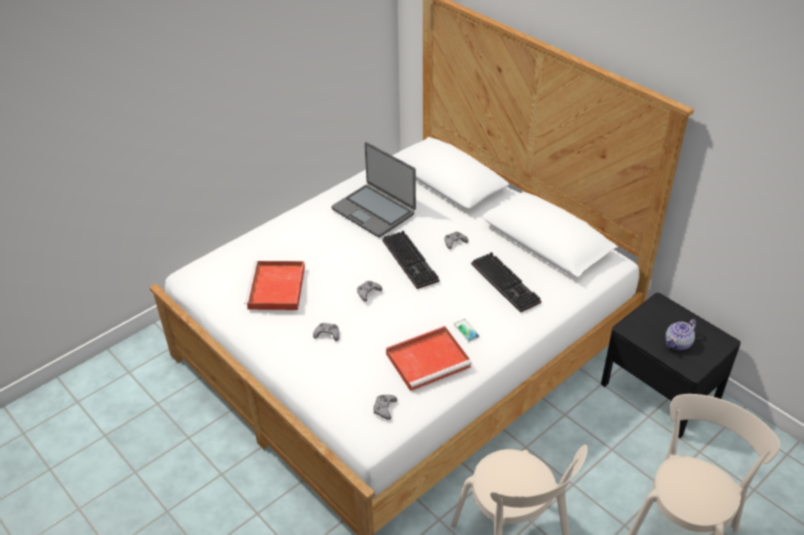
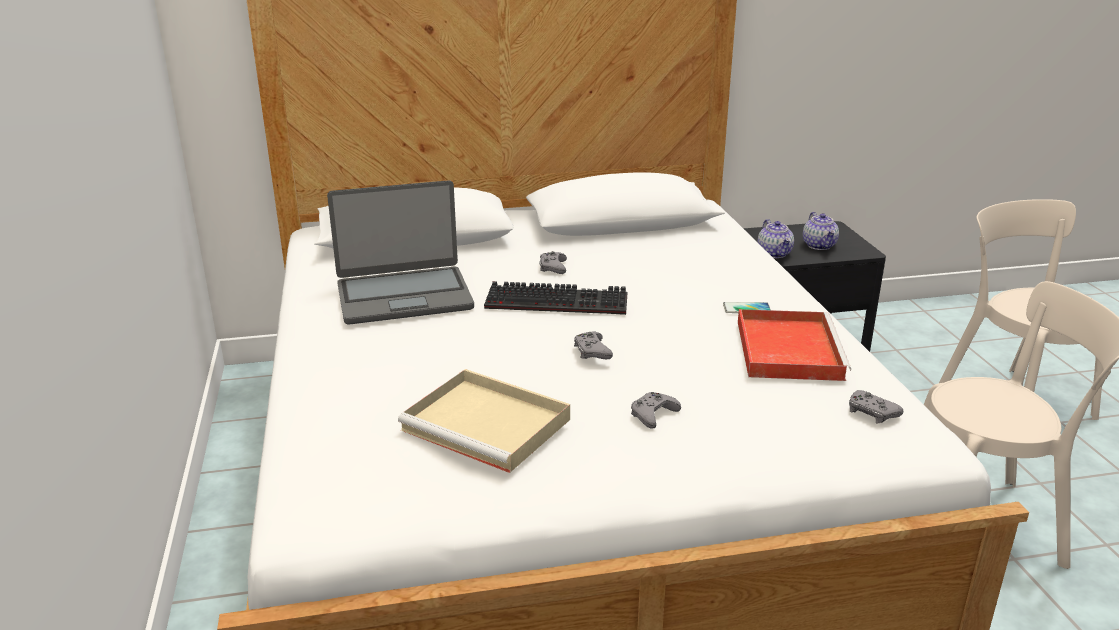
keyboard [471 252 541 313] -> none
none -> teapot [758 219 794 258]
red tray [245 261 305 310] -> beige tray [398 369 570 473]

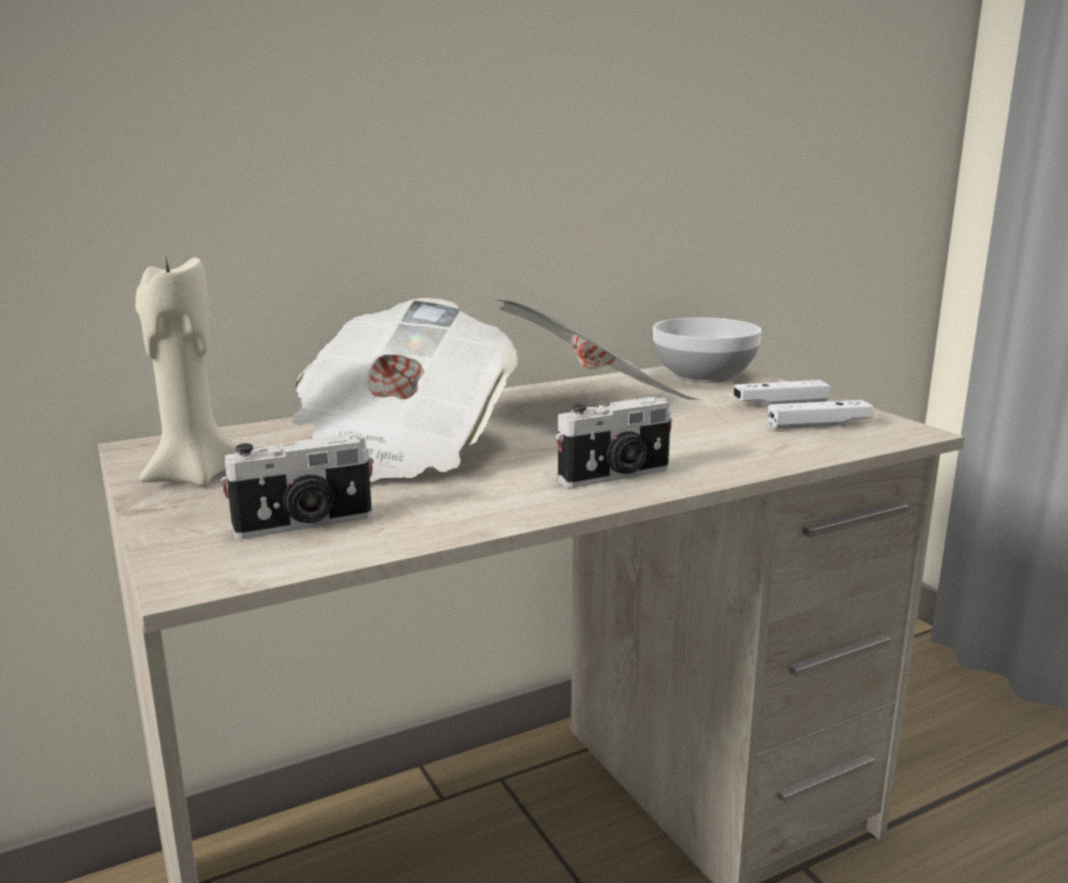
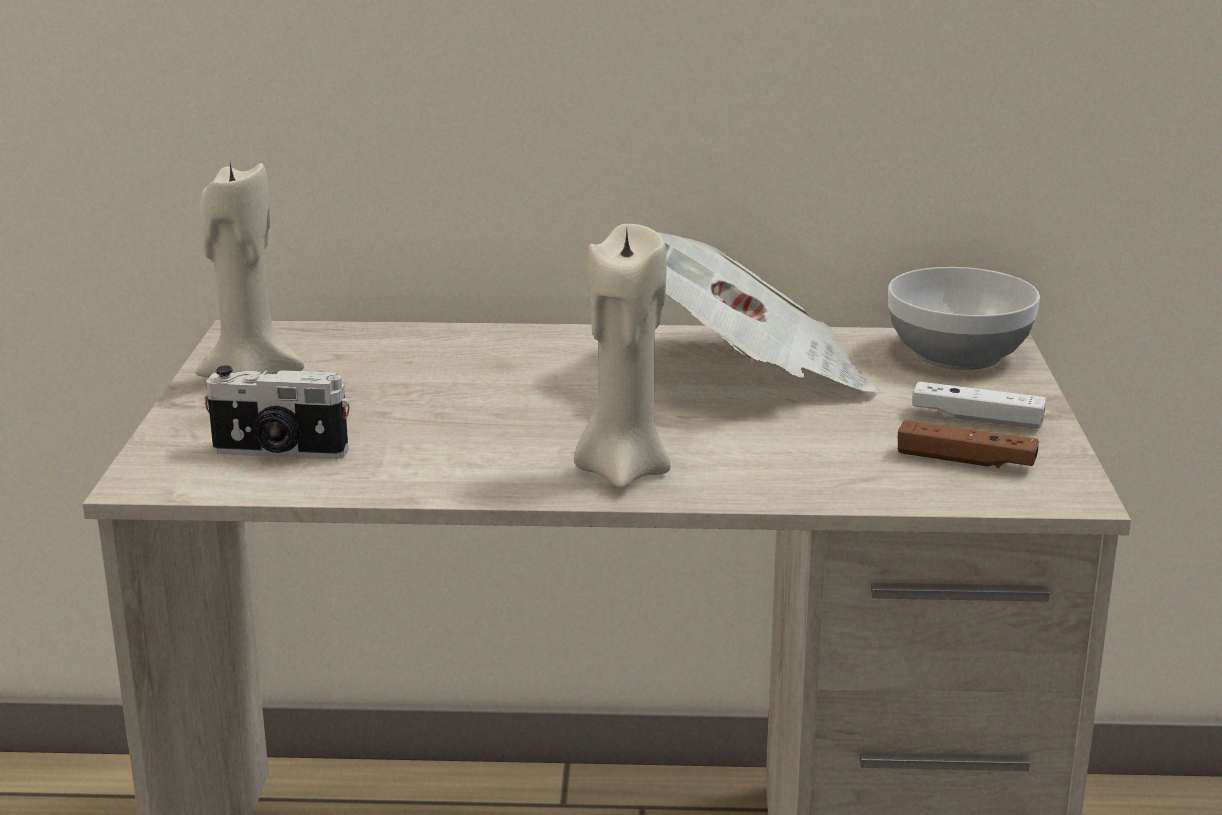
newspaper [291 298 518 482] -> none
photo camera [556 396 672 488] -> beige candle [574 224 671 488]
white game controller [768 400 873 429] -> brown game controller [898 420 1039 468]

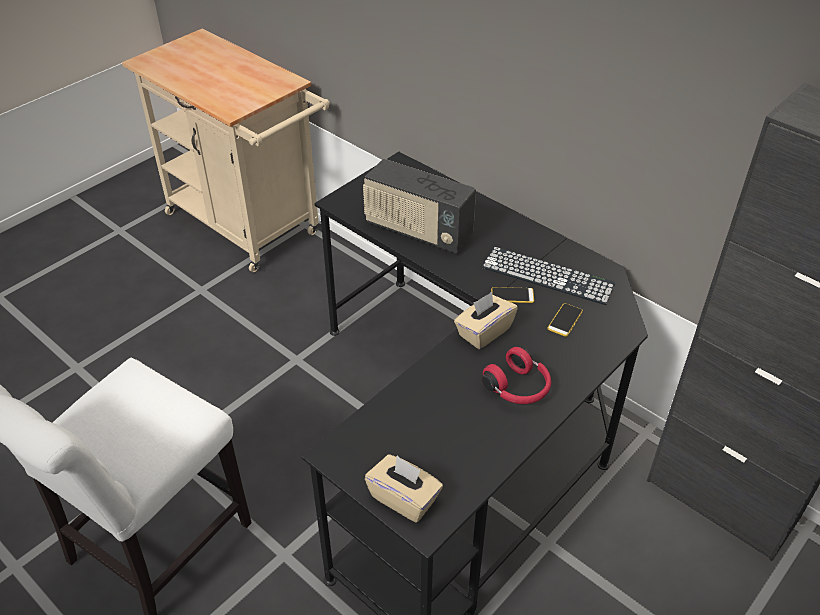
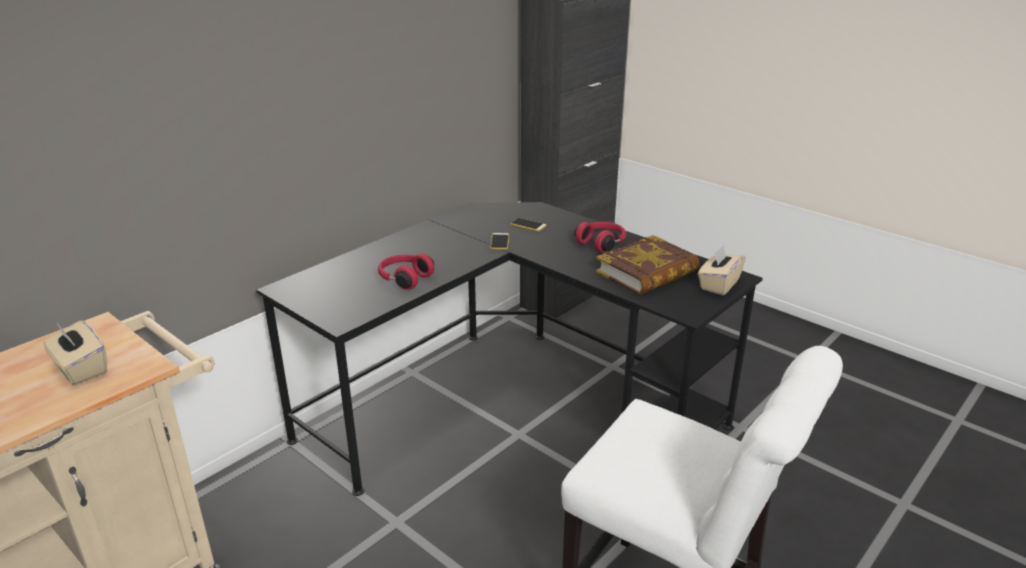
keyboard [481 247 616 305] -> none
none -> book [596 235 700 295]
beige tissue box [454 292 518 349] -> beige tissue box [43 320 107 385], moved
radio [363 159 476 253] -> red headphones [378 254 434 290]

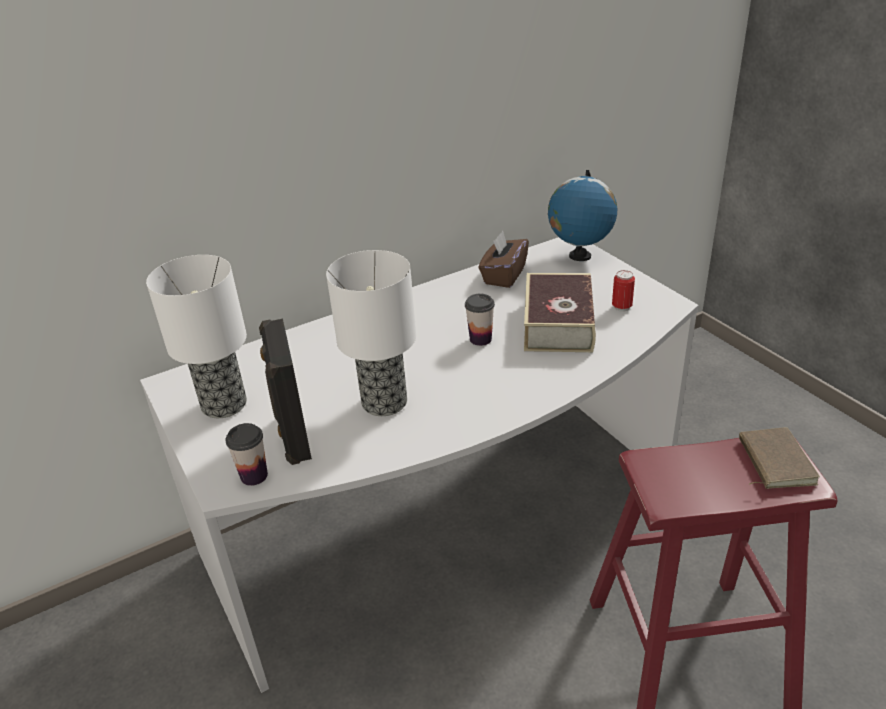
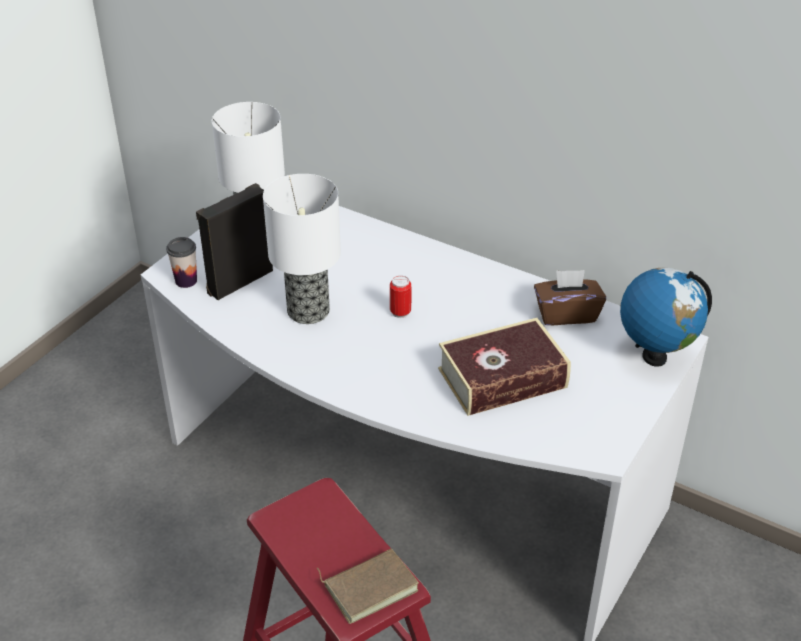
cup [465 294 495 346] -> none
can [612 270 635 312] -> can [390 276 411 318], moved

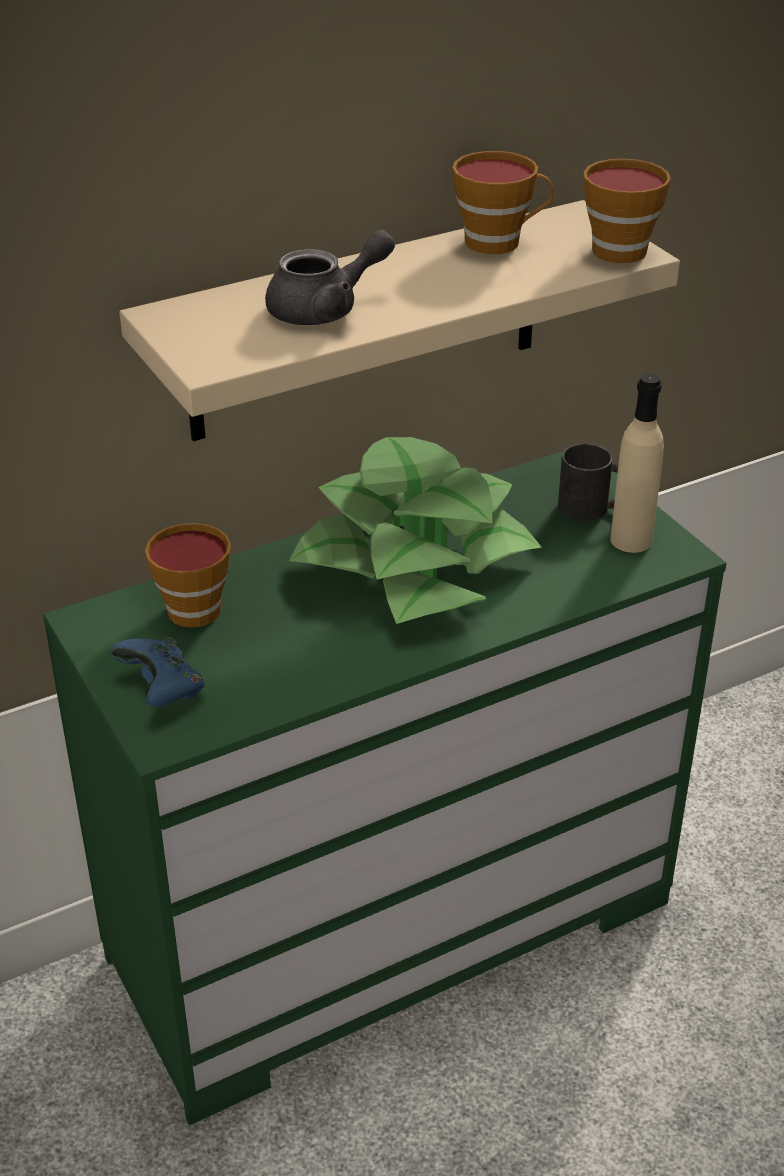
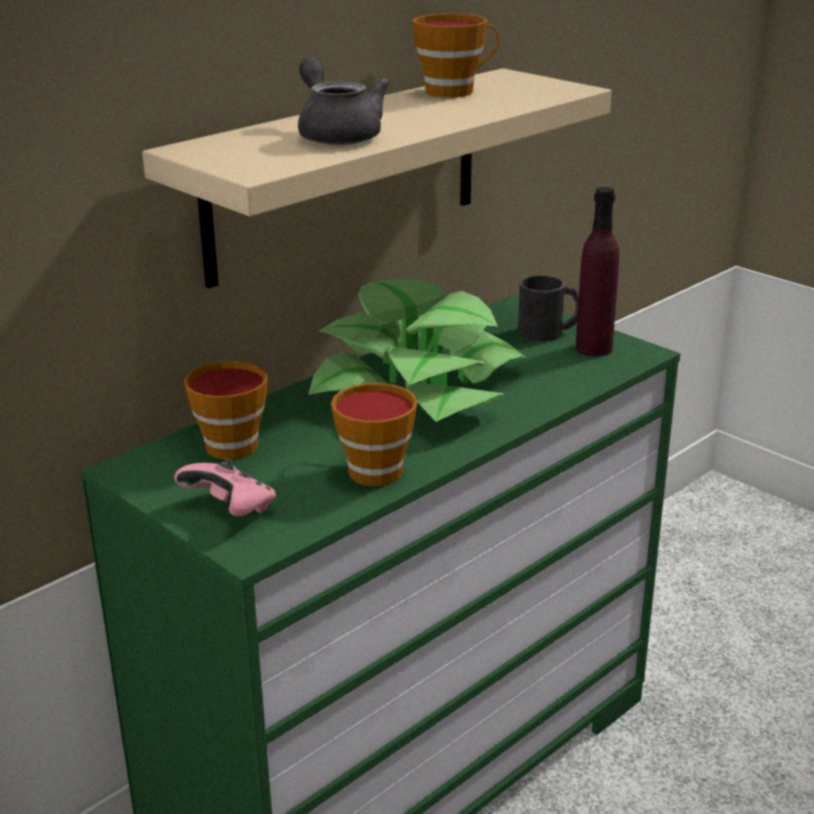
cup [583 158 671 263] -> cup [331 383 417 486], moved
blue game controller [110 637 205 707] -> pink game controller [174 459 276 516]
beige bottle [610 373 664 553] -> purple bottle [575 187 619 356]
grey teapot [265 230 395 325] -> grey teapot [298 57 390 145], 75 degrees counterclockwise

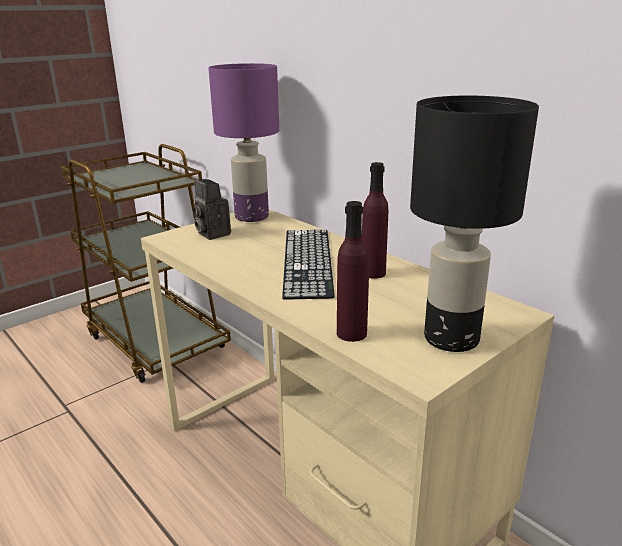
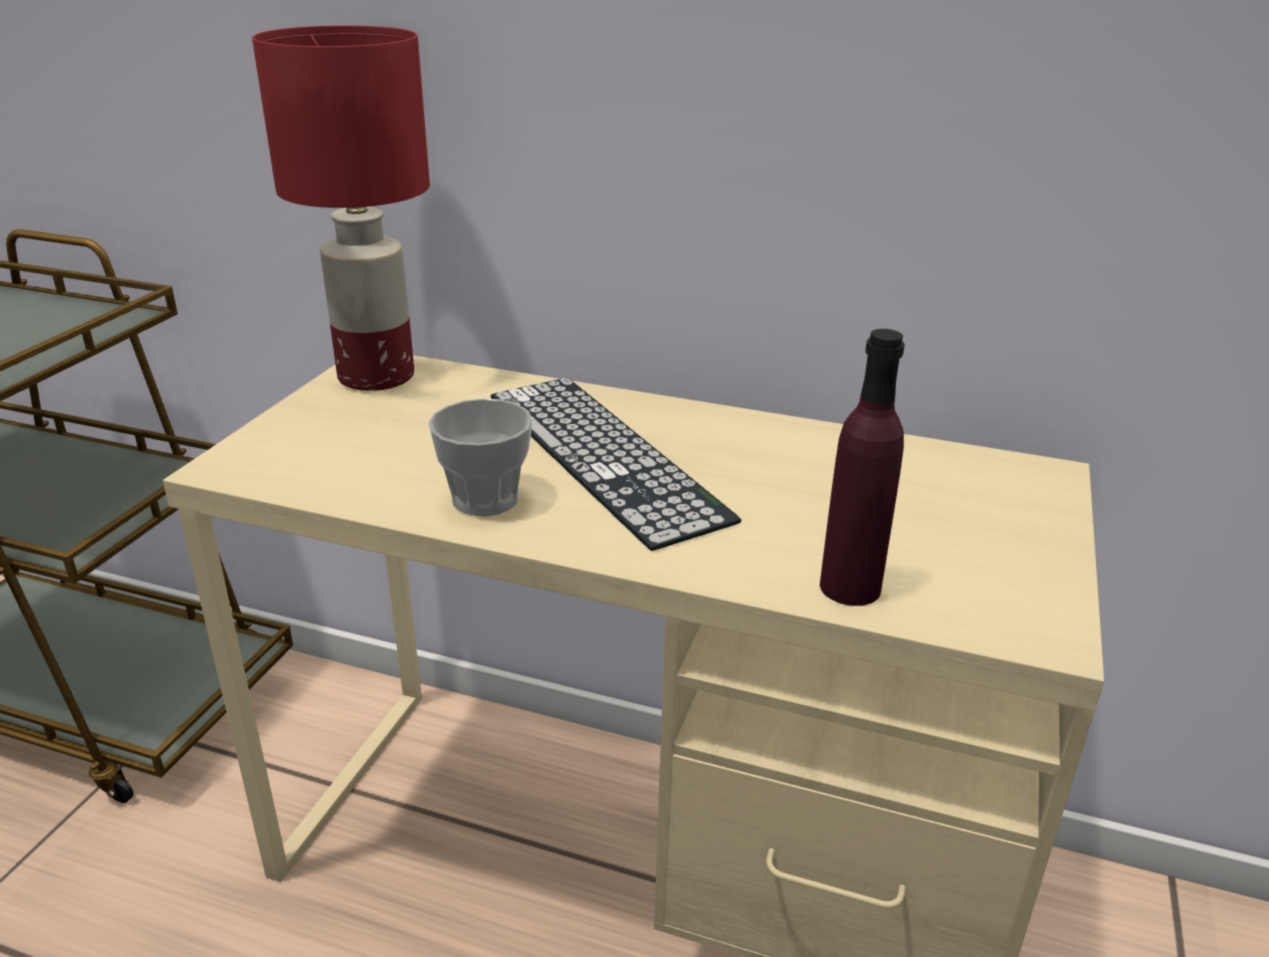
photo camera [193 179 231 240] -> none
purple bottle [362 162 388 279] -> none
black table lamp [410 96 539 352] -> none
none -> cup [428 398 533 516]
purple table lamp [208 63 279 222] -> red table lamp [252 25 430 391]

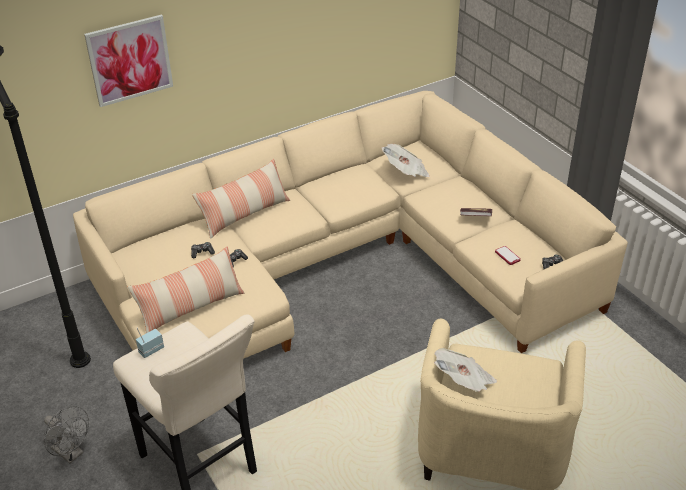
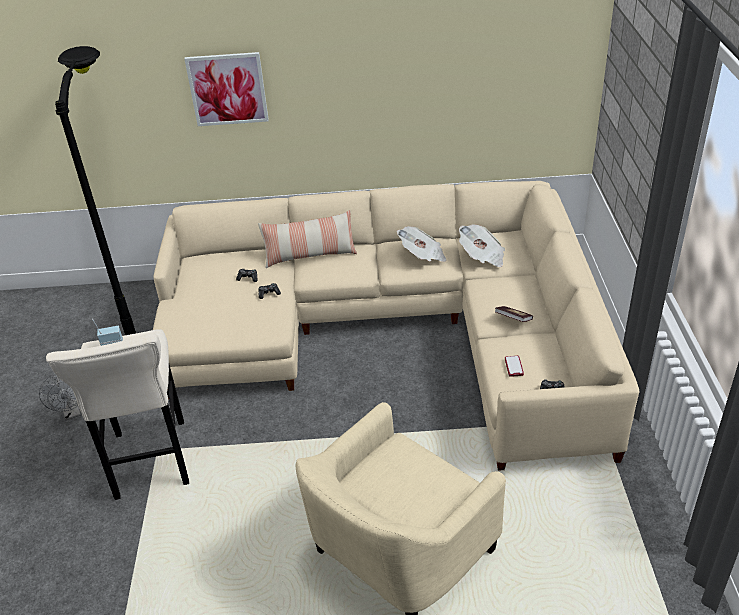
pillow [128 246 244 333] -> none
newspaper [434 348 497 392] -> newspaper [397 226 447 262], moved

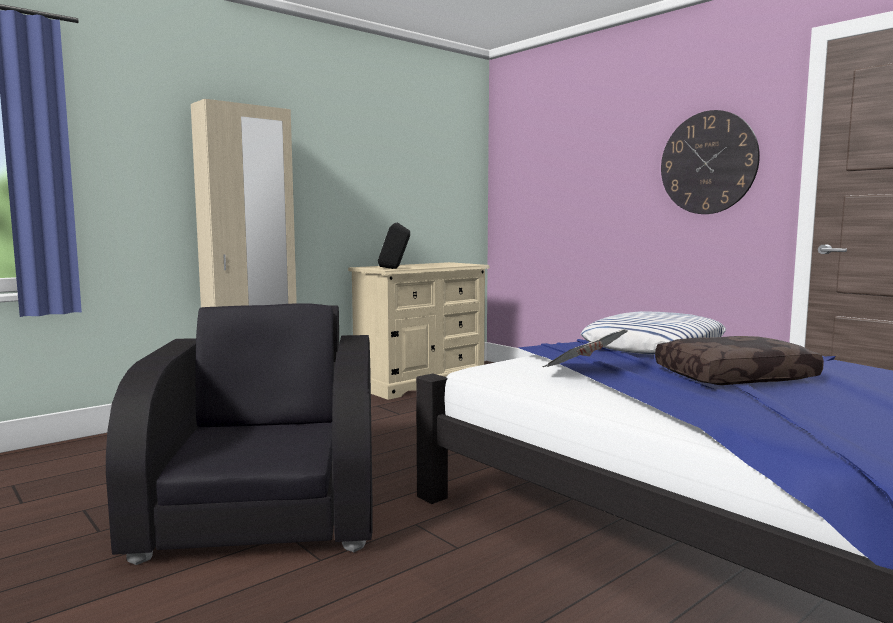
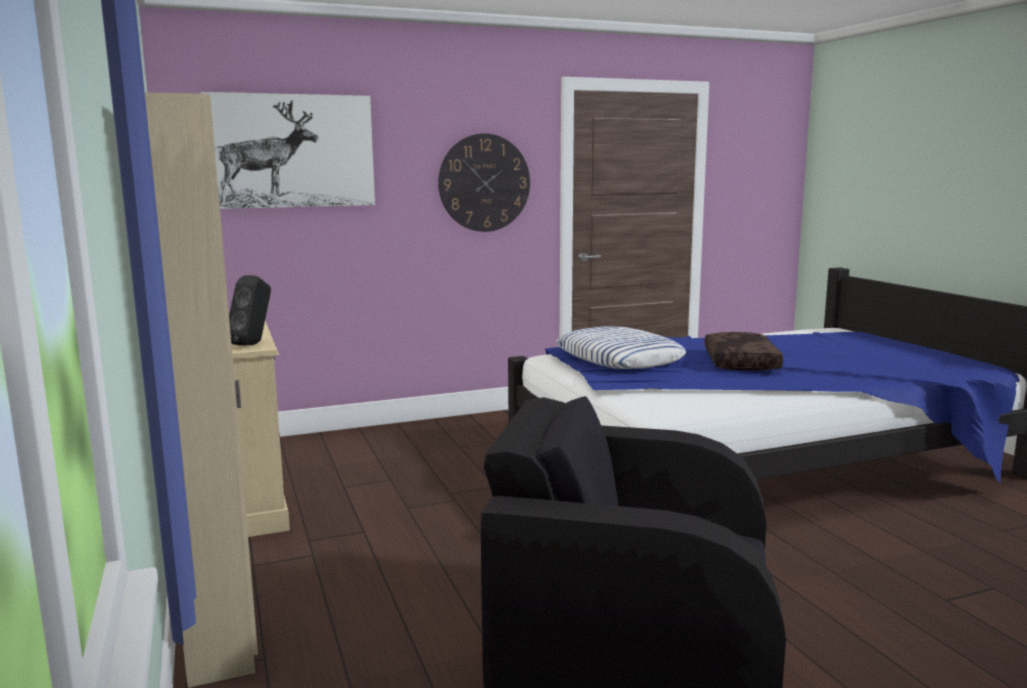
newspaper [543 329 627 367] -> none
none -> picture [201 92 375 209]

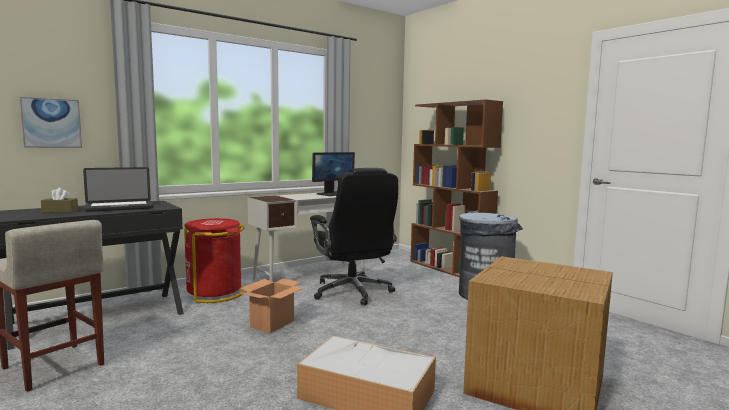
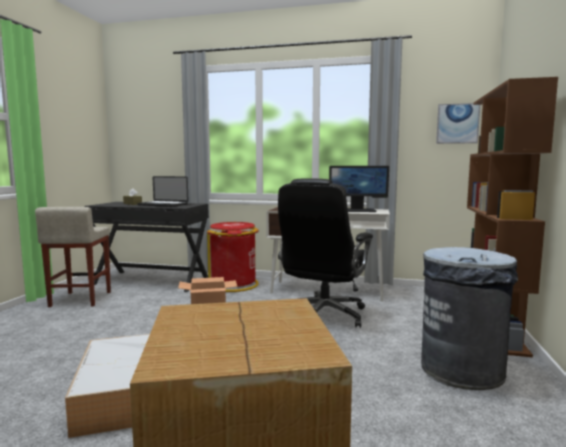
picture [20 97 82 148] -> picture [436 103 480 144], moved

